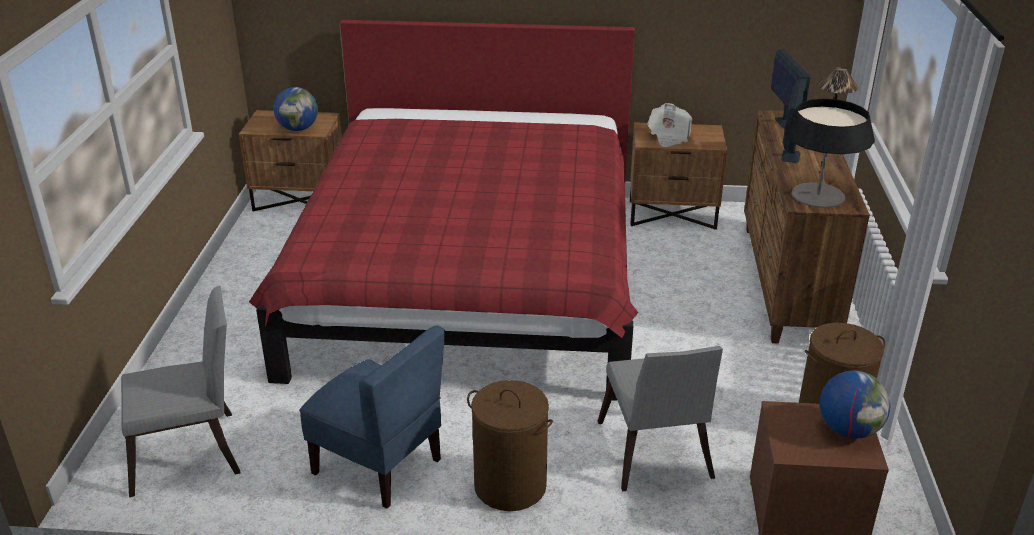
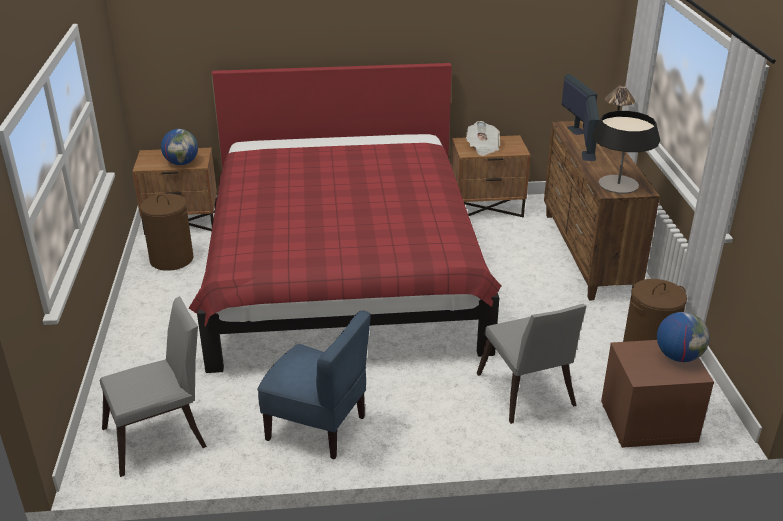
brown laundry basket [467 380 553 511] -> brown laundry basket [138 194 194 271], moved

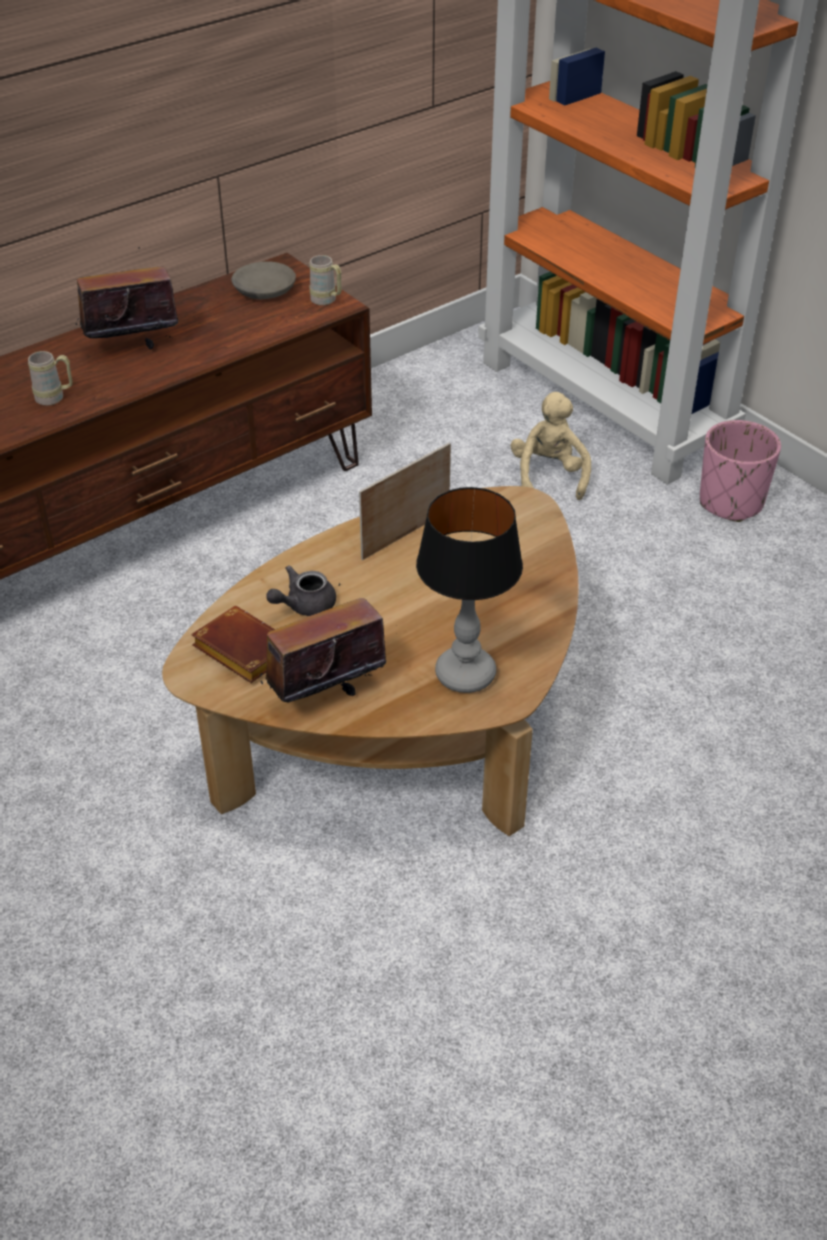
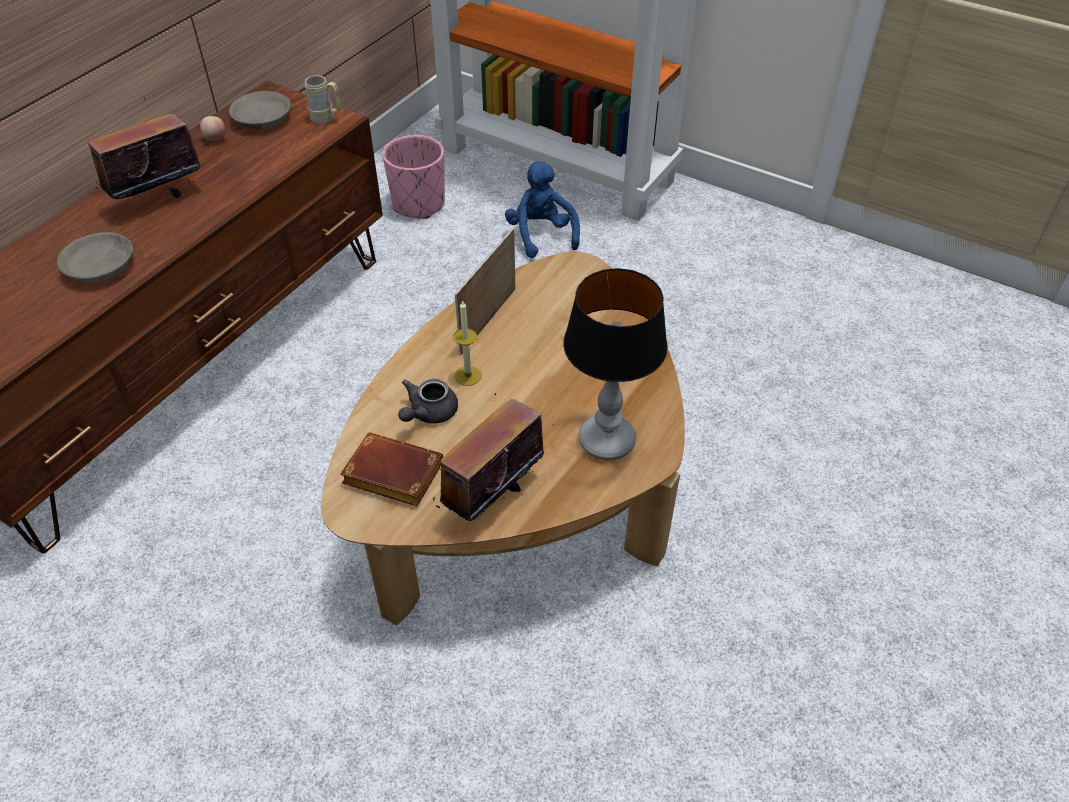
none -> apple [200 116 225 141]
none -> candle [453 300 482 386]
pink planter [700 420 781 522] -> pink planter [382 135 445 219], moved
beige mug [28 351 73 406] -> grey bowl [57 232 134 283]
beige plush toy [511 392 591 500] -> blue plush toy [505 161 580 258]

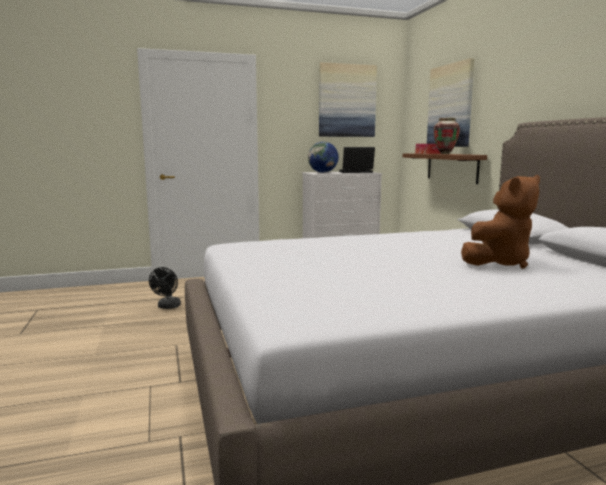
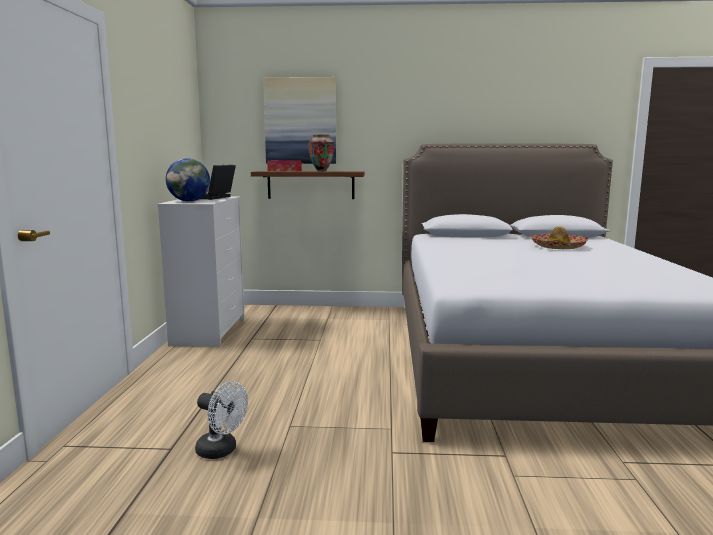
picture [319 62 377 137] -> none
brown plush toy [461 175 540 269] -> hat [531 226 588 249]
black fan [149 267 181 309] -> white fan [195 381 248 459]

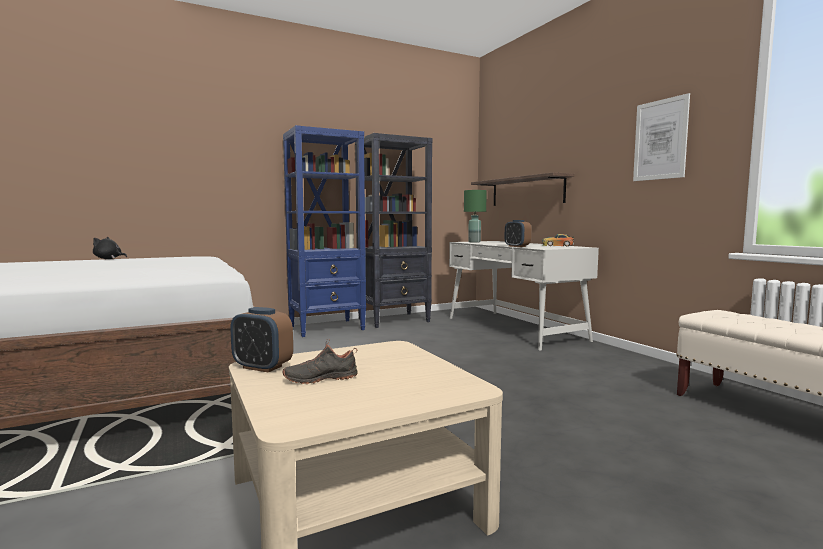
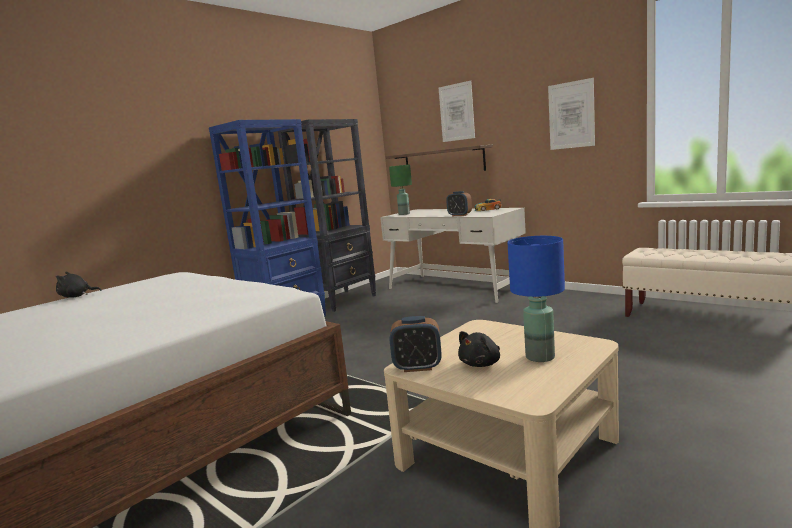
none -> picture [439 80 475 142]
none -> blue table lamp [507 236 565 362]
black shoe [283 339 358 384] -> black plush toy [458 331 500 367]

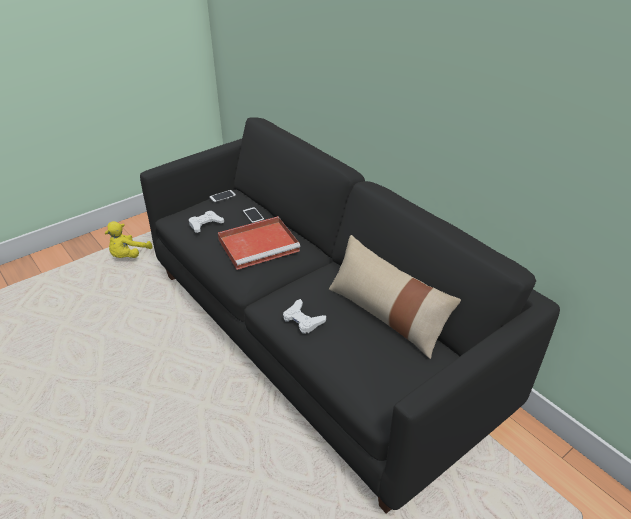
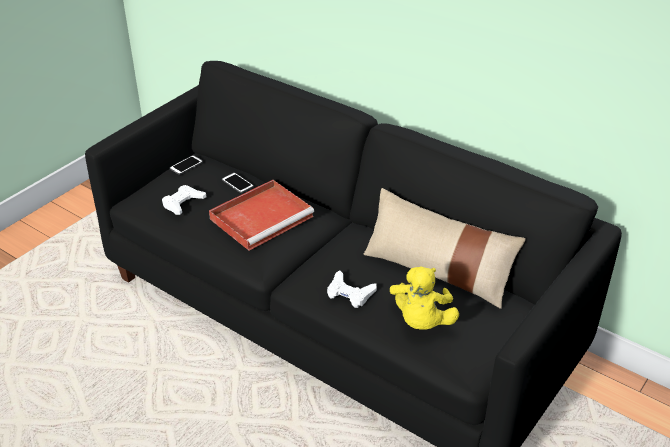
yellow plush toy [105 221 153 258] -> yellow plush toy [390 266 459 330], moved

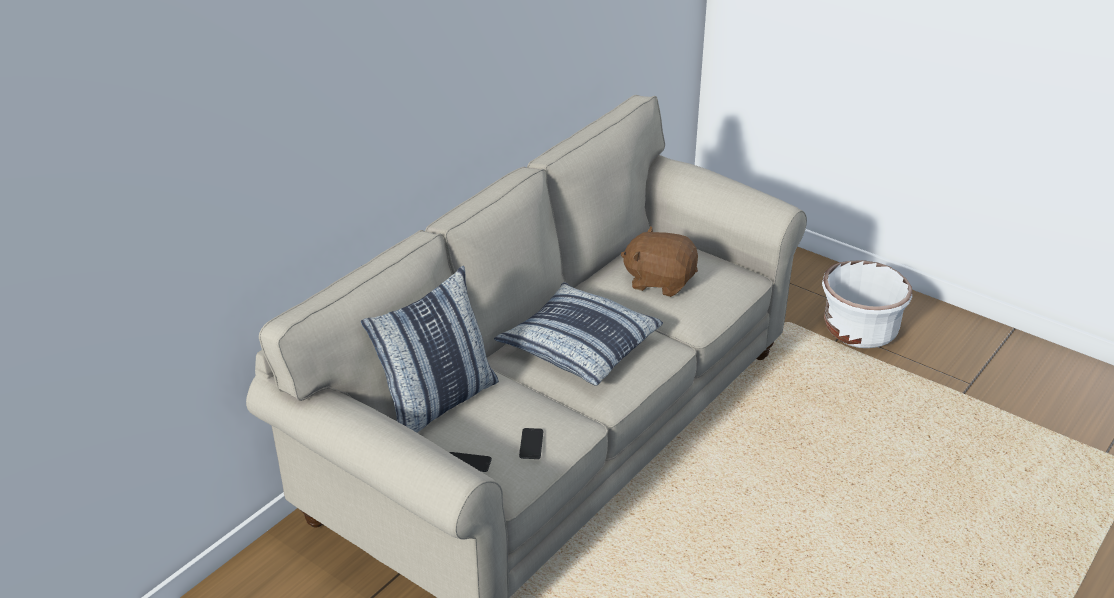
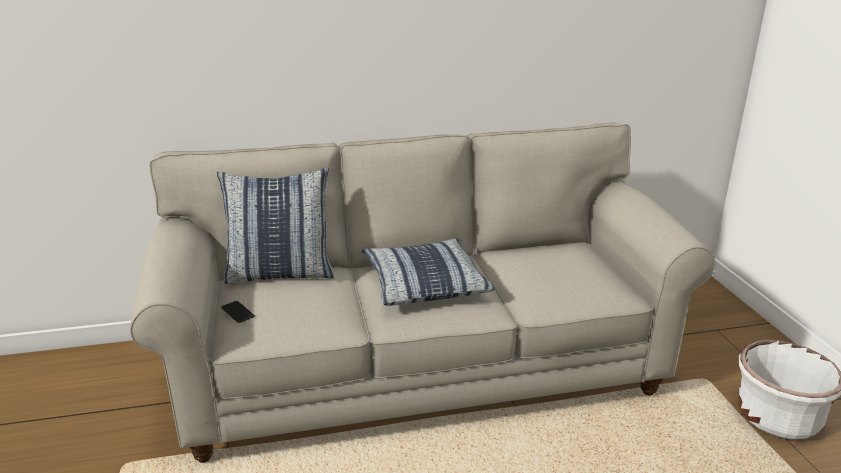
phone [519 428 544 459] -> none
brown plush toy [621 226 698 297] -> none

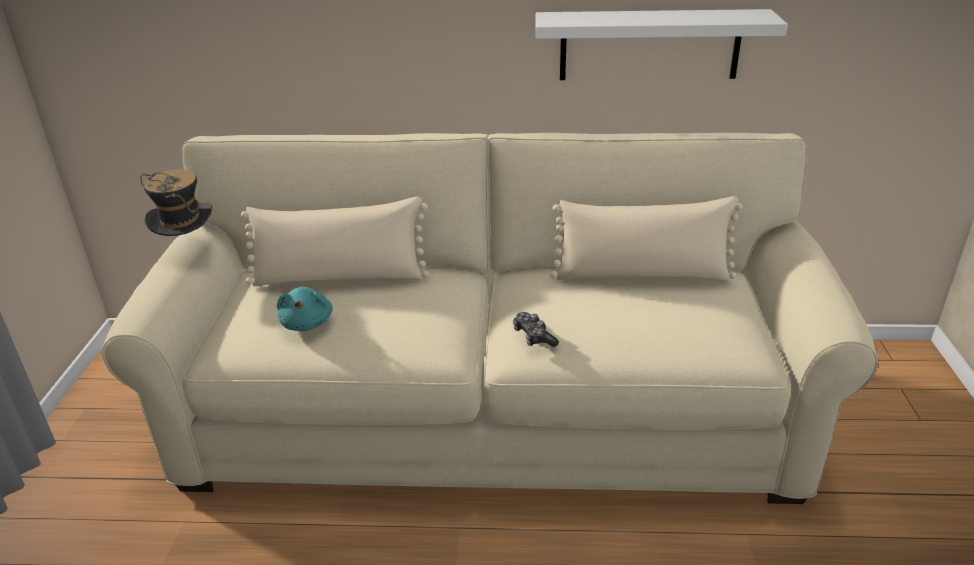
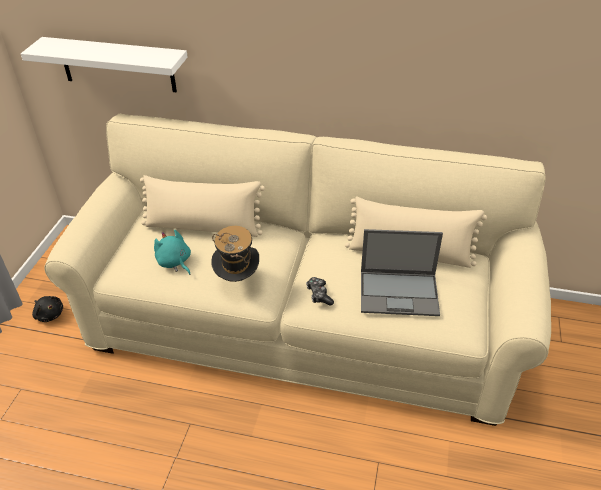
none -> black plush toy [32 296 63 322]
none -> laptop [361 229 443 316]
hat [140 169 212 236] -> hat [211 226 259 282], moved
white shelf [536 9 788 80] -> white shelf [21 37 188 92], moved
turquoise plush toy [277 287 333 331] -> turquoise plush toy [154 230 191 275], 135 degrees clockwise

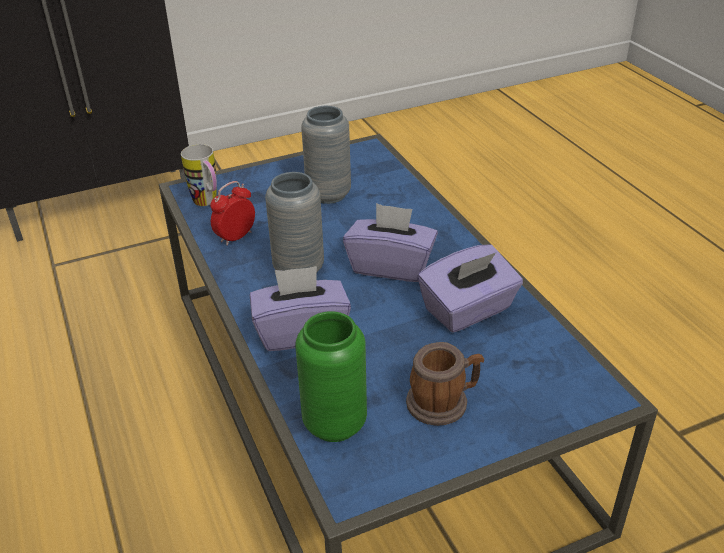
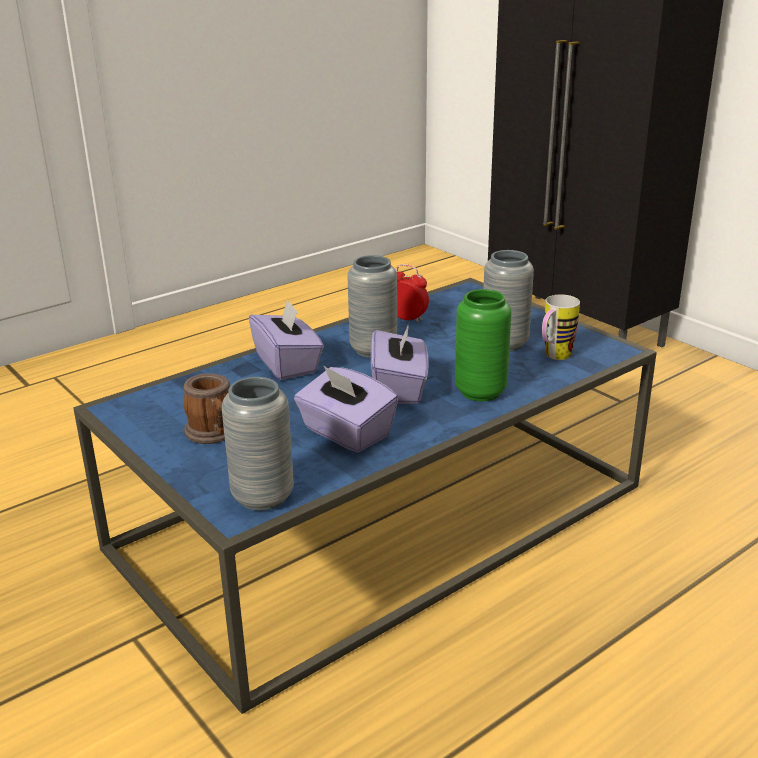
none -> grey vase [222 377 294 511]
mug [181 144 217 206] -> mug [542 295 580 360], moved
green vase [295 311 367 442] -> green vase [455 289 512 401], moved

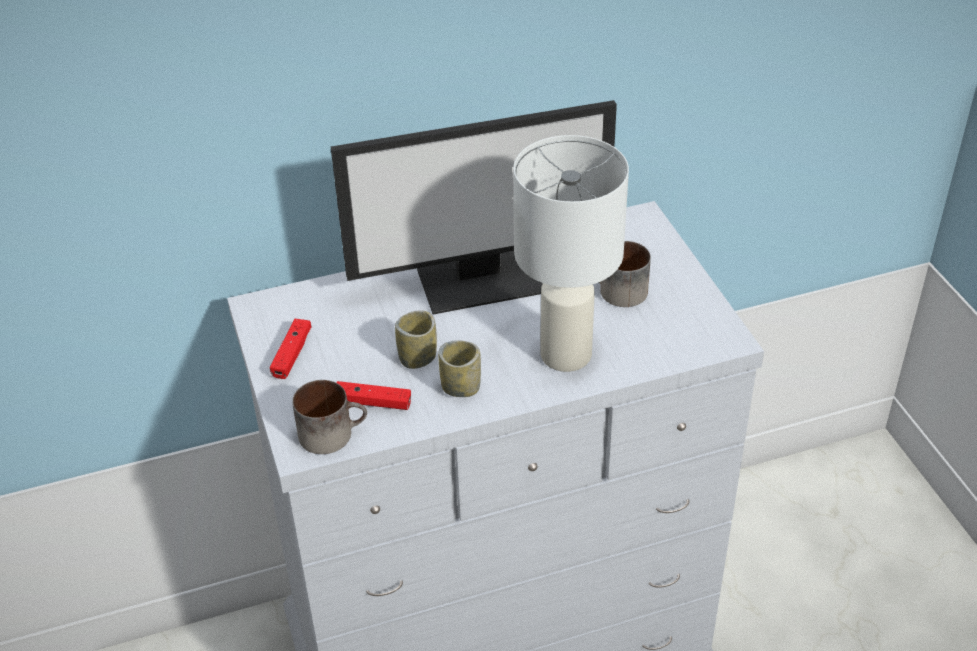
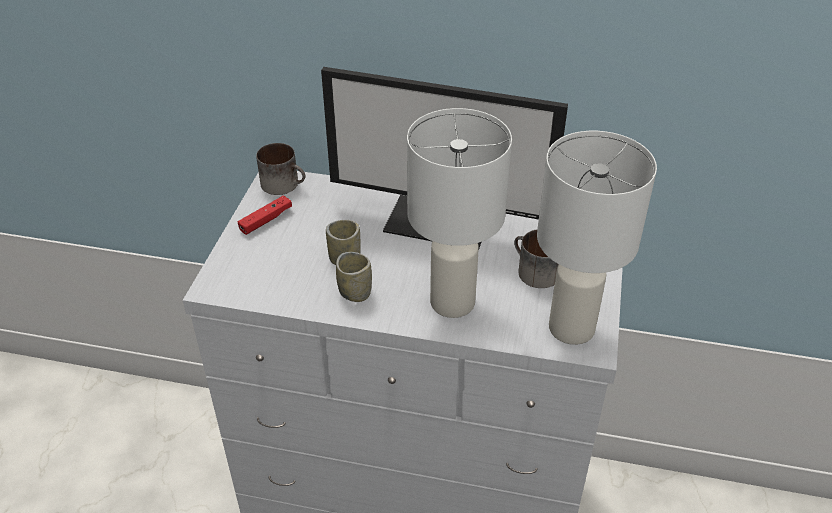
red game controller [336 381 411 410] -> none
none -> white table lamp [537 131 657 345]
mug [292 380 367 454] -> mug [256 143 305 195], moved

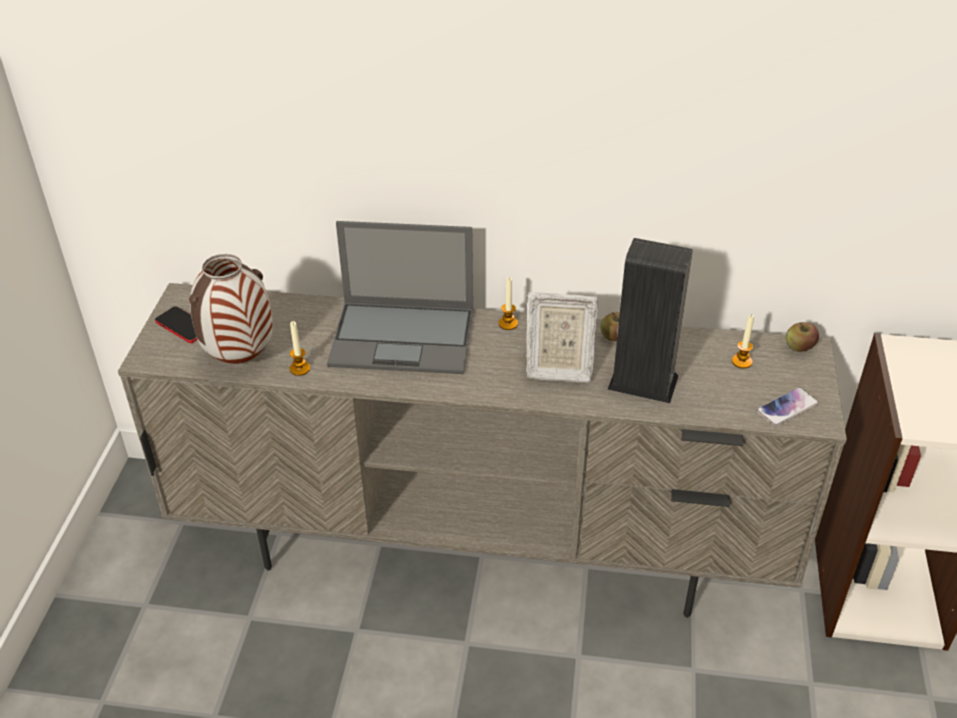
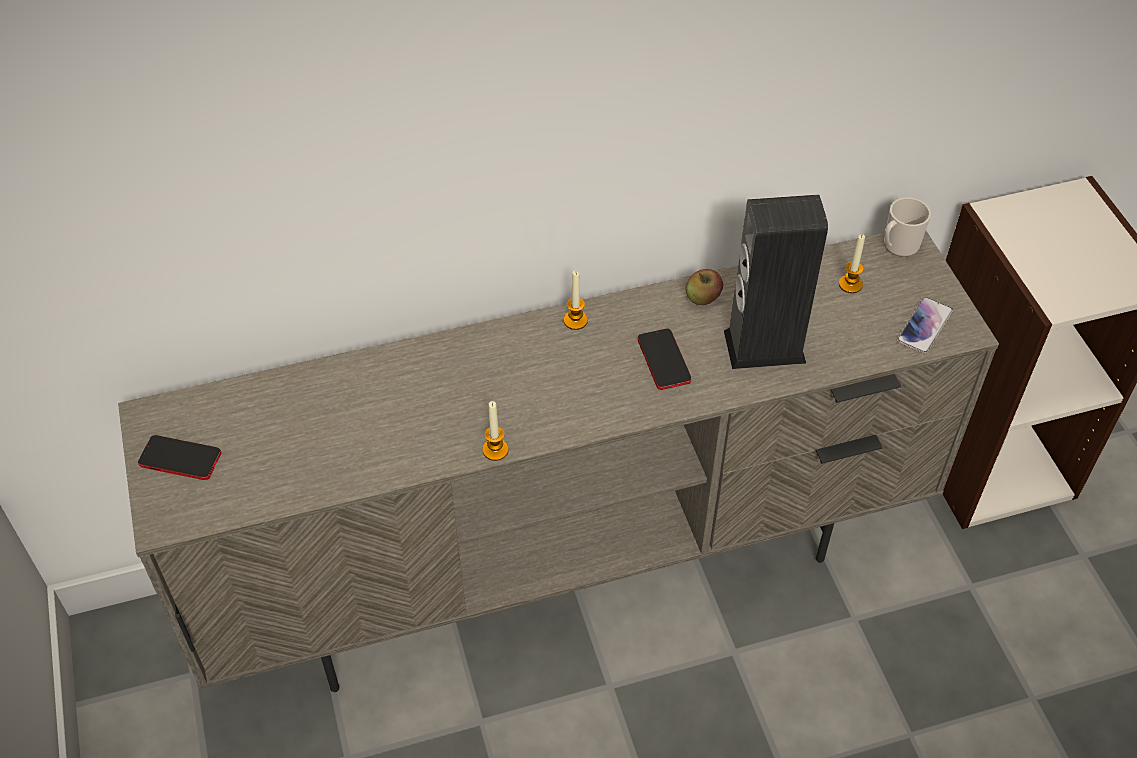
vase [189 254 273 364] -> none
laptop [327 221 473 374] -> none
candle [290 321 310 376] -> candle [482 401 509 461], moved
picture frame [526 292 598 383] -> phone [638 328 691 390]
apple [786 322 819 352] -> mug [884 197 931 257]

